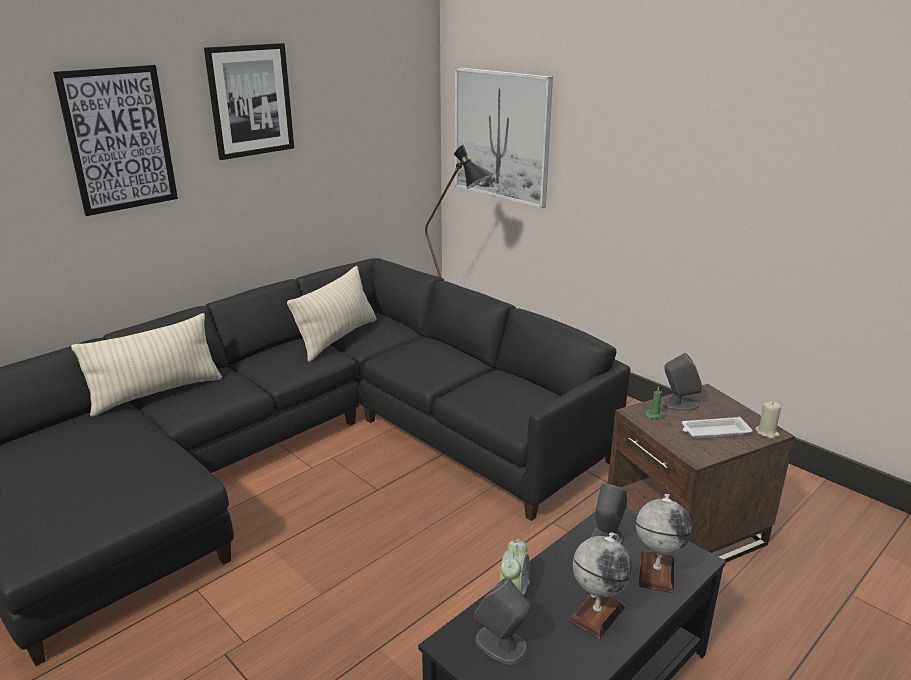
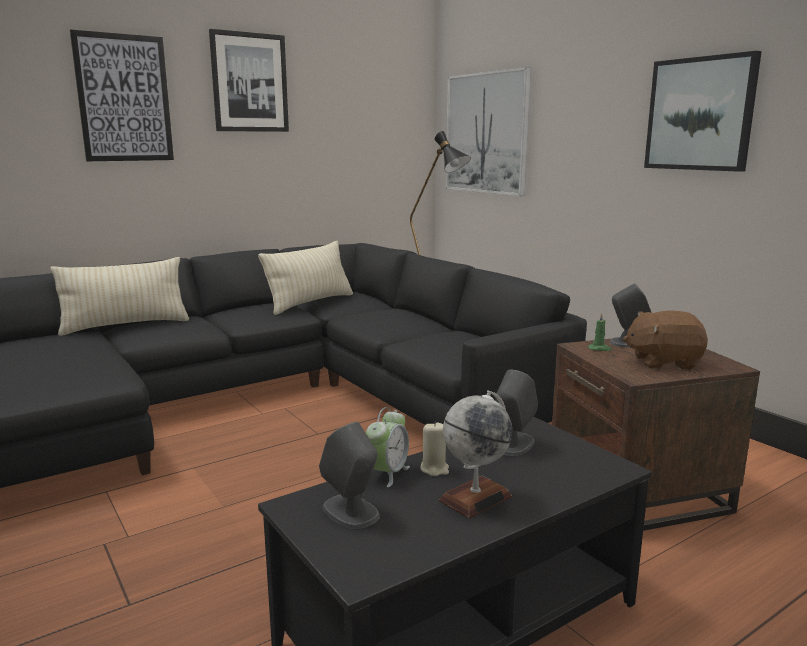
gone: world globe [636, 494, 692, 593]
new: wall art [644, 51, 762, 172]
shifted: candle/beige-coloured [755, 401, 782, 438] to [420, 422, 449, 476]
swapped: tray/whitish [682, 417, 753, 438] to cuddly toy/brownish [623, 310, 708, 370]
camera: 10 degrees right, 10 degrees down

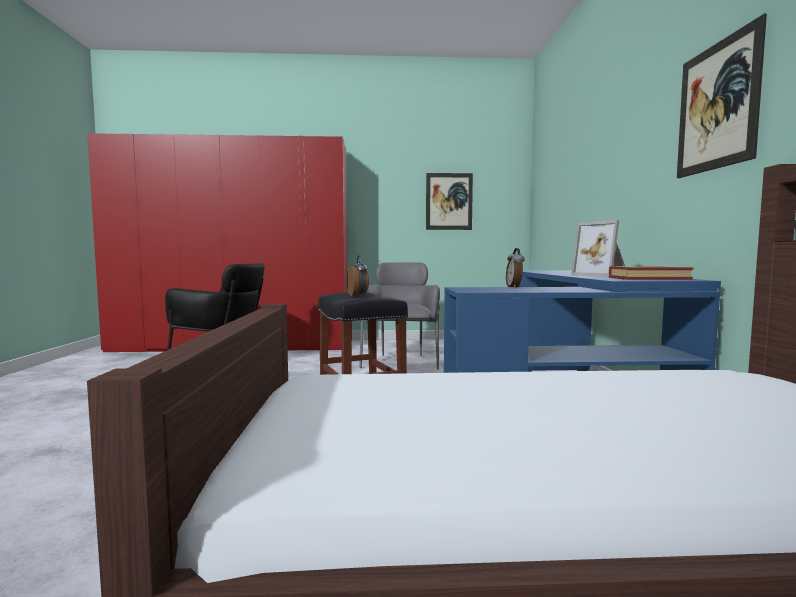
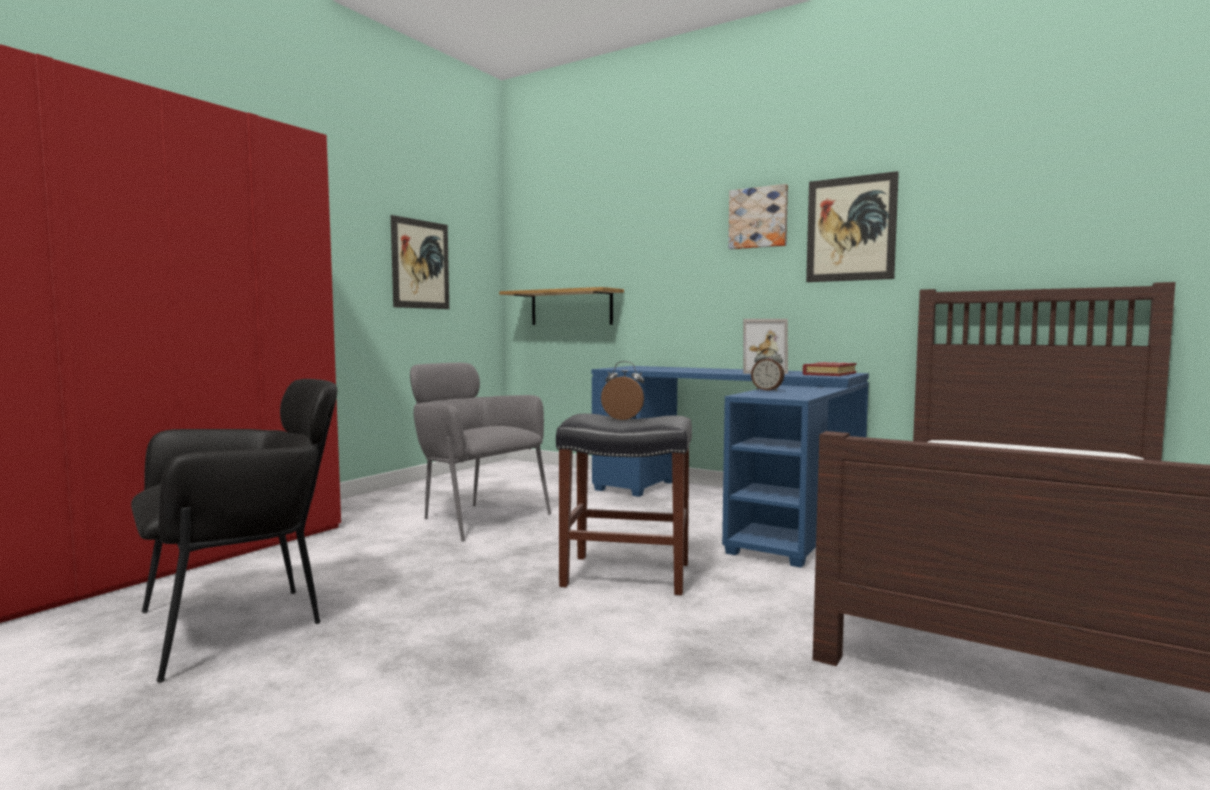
new: wall shelf [499, 287, 624, 325]; wall art [728, 184, 788, 249]
camera: 55 degrees left, 0 degrees up

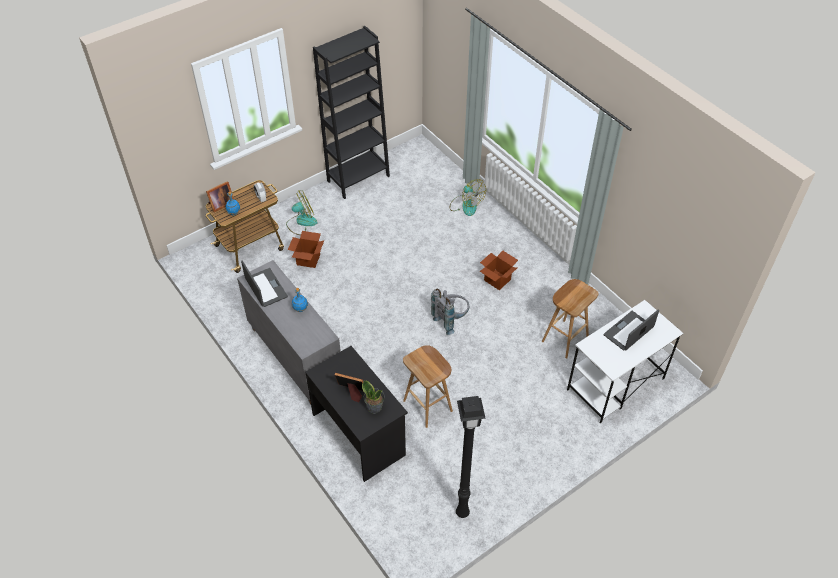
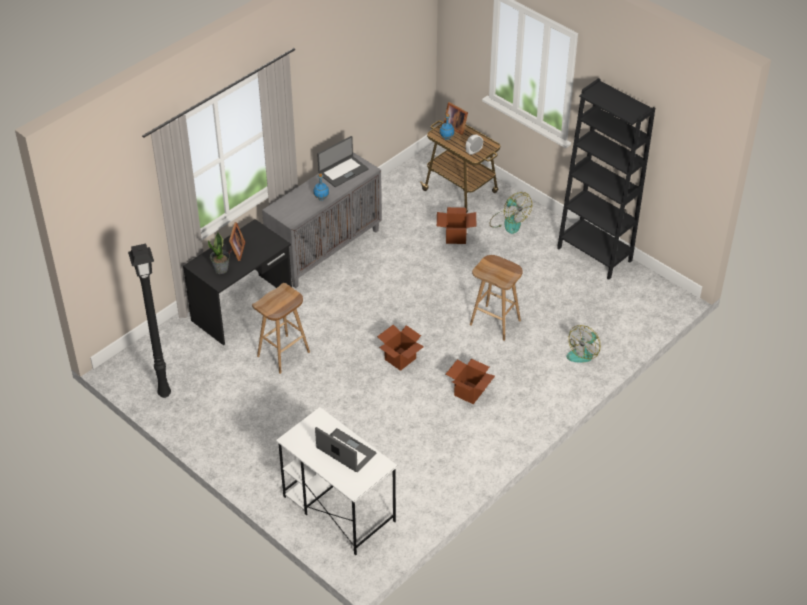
shifted: sitting stool/brownish [542, 279, 599, 358] to [470, 255, 523, 341]
swapped: knapsack/grey [431, 288, 469, 335] to cardboard box [377, 325, 424, 371]
camera: 80 degrees right, 5 degrees down

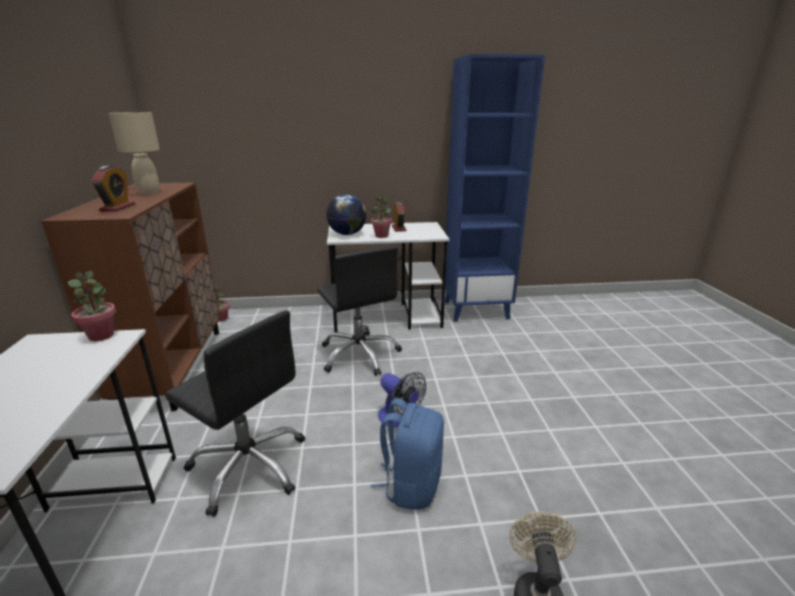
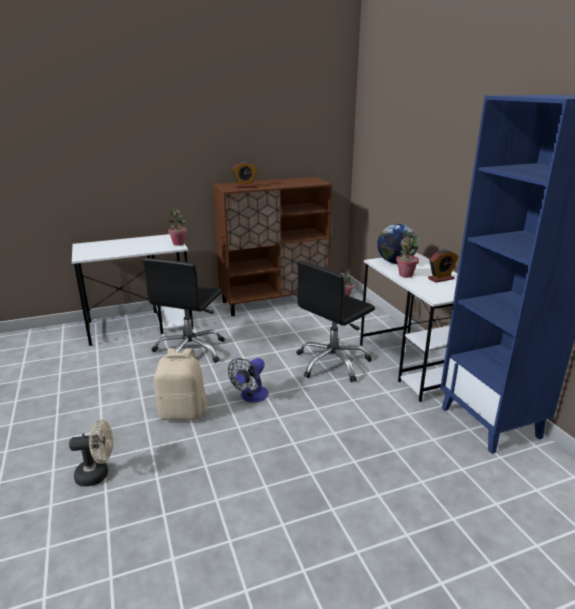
gone: table lamp/beige-coloured [109, 112, 160, 195]
repainted: knapsack/blue [371, 398, 444, 510] to knapsack/beige-coloured [154, 348, 207, 420]
camera: 75 degrees right, 0 degrees up

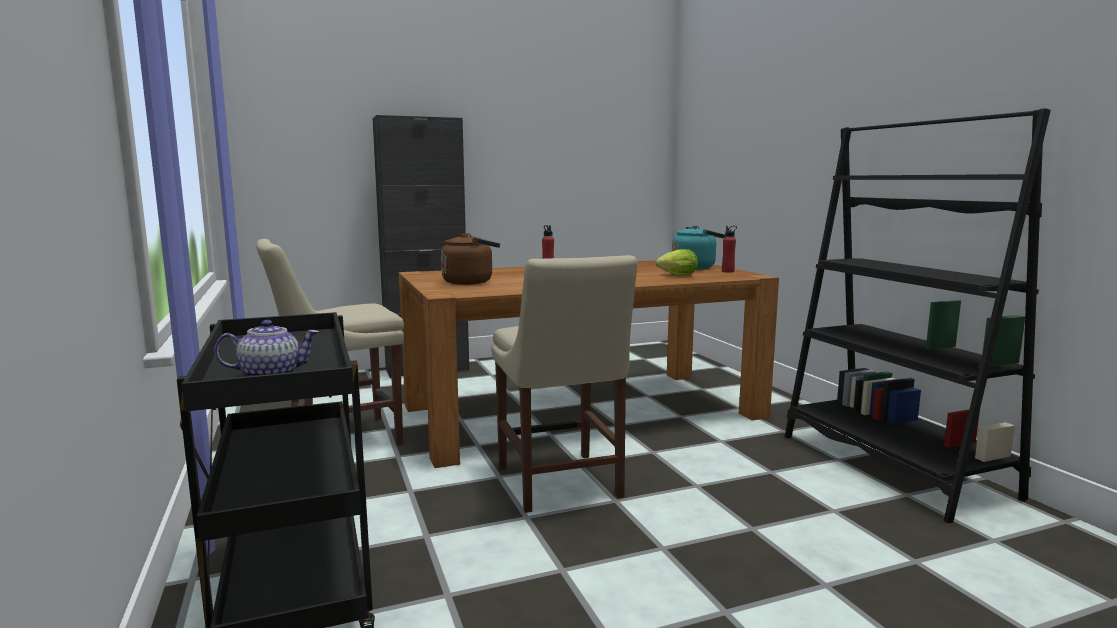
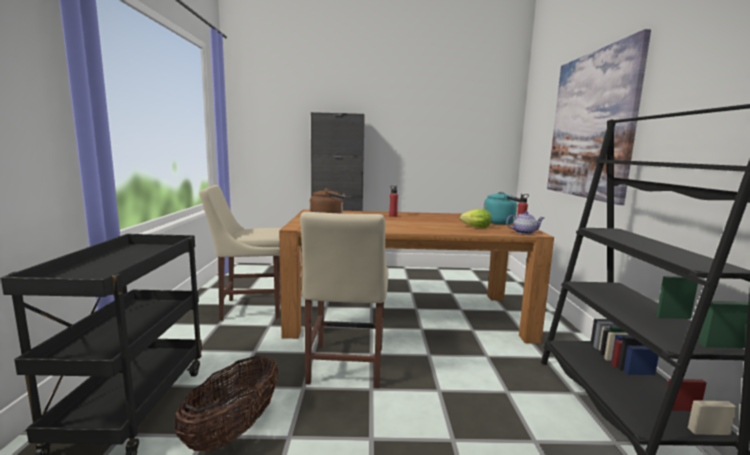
new: basket [174, 356, 278, 451]; wall art [547, 29, 651, 205]
shifted: teapot [214, 320, 319, 376] to [506, 211, 544, 235]
camera: 20 degrees right, 0 degrees up

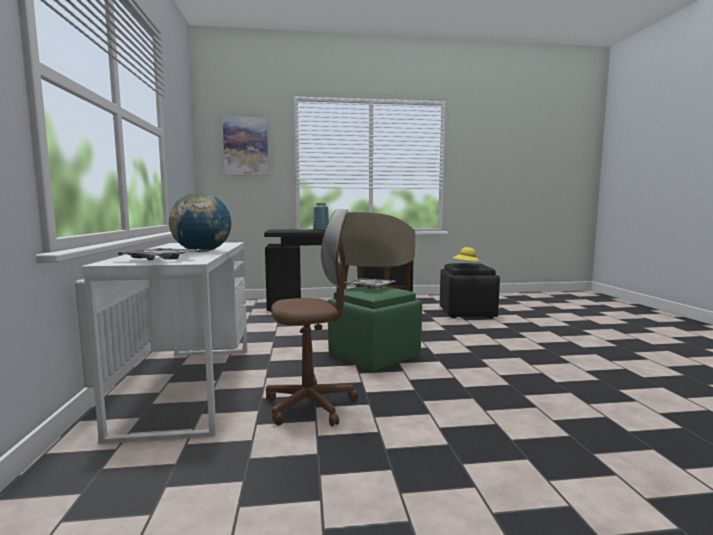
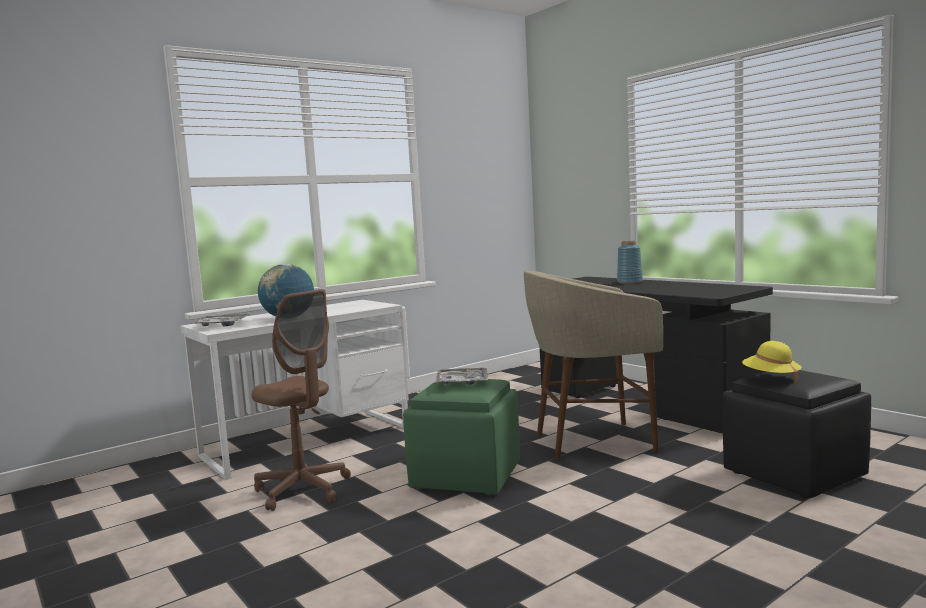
gone: wall art [222, 116, 268, 176]
camera: 60 degrees right, 0 degrees up

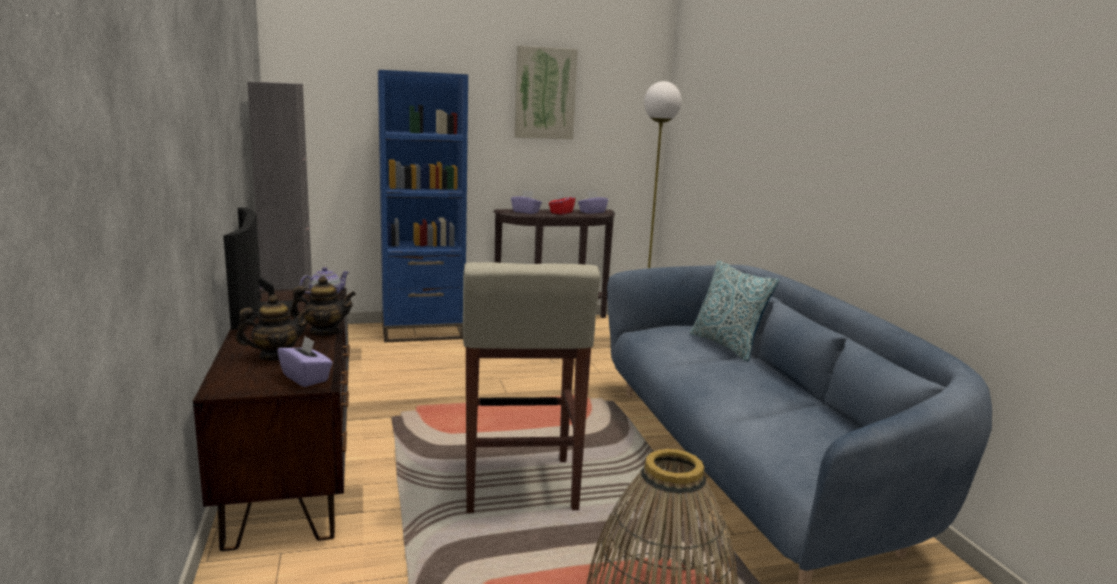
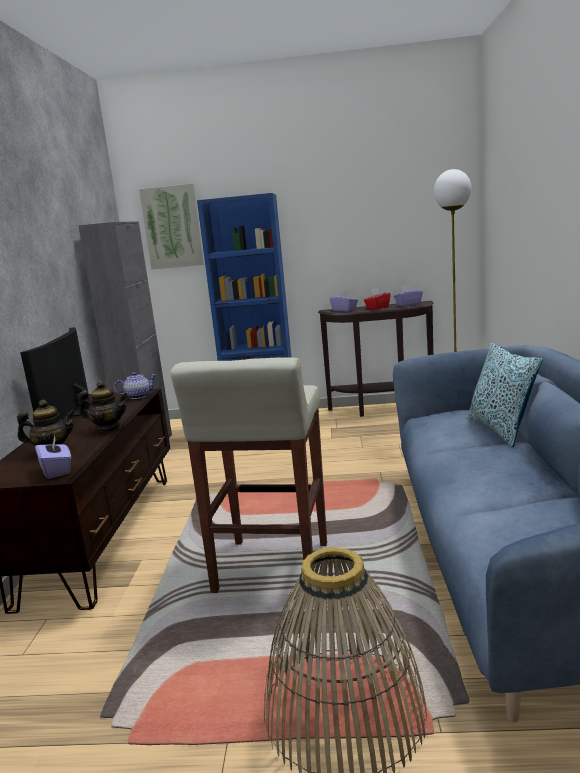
shifted: wall art [514, 46, 578, 139] to [139, 183, 204, 269]
camera: 20 degrees right, 0 degrees up

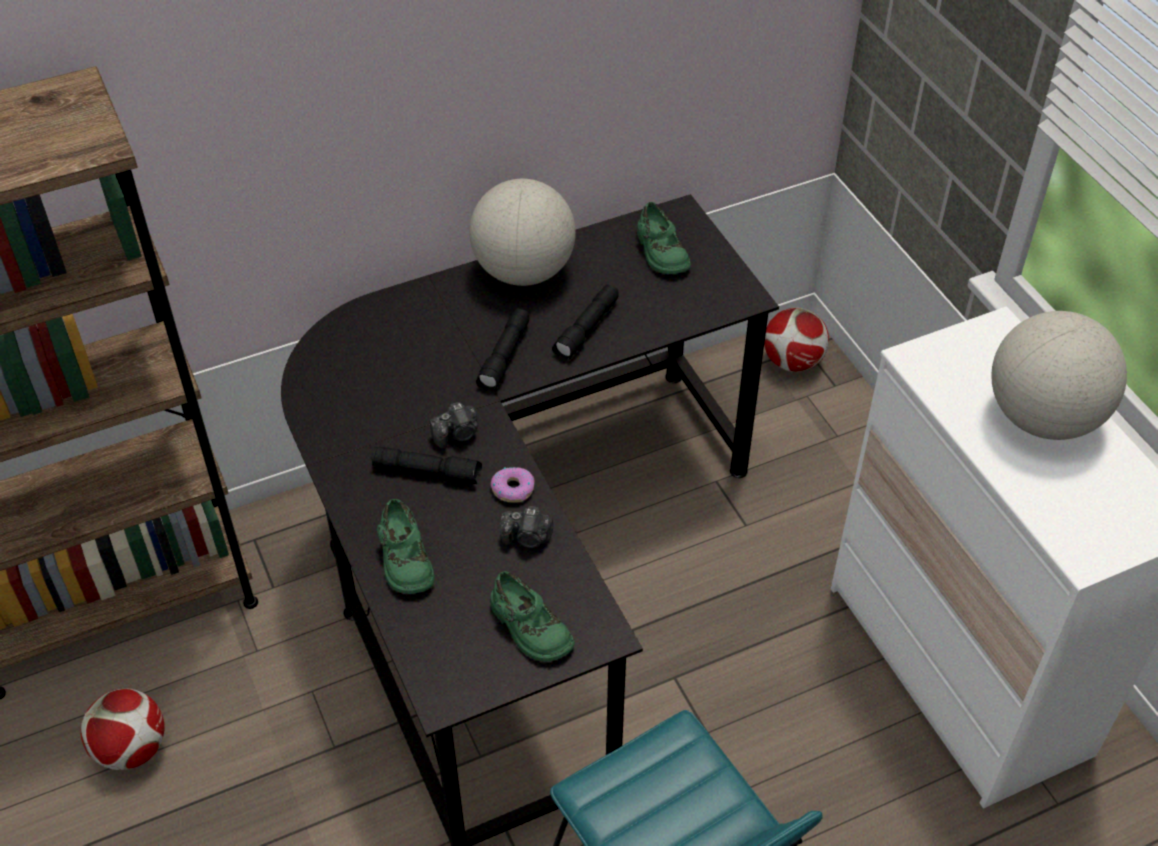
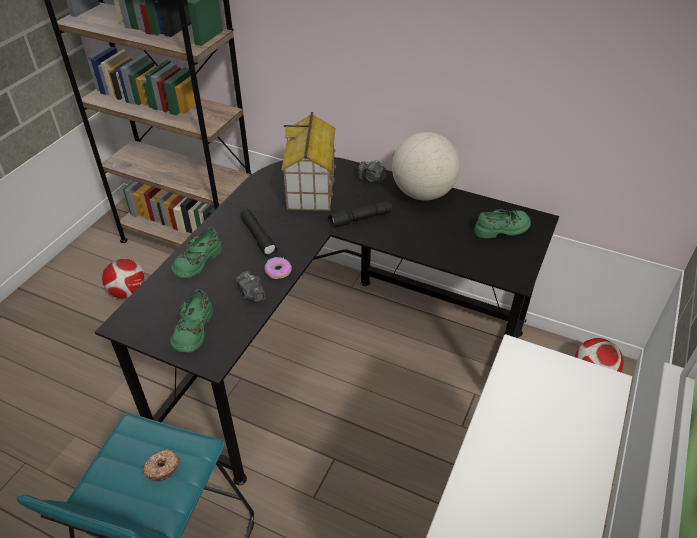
gone: flashlight/black-coloured [552, 284, 618, 359]; world globe [991, 311, 1127, 440]
new: donut [143, 449, 179, 481]; miniature house [281, 112, 336, 211]
shifted: photo camera [429, 402, 478, 448] to [358, 160, 386, 182]
rotated: shoe/greenish [637, 202, 691, 274] = [474, 210, 531, 238] 135 degrees counterclockwise
camera: 50 degrees right, 5 degrees down

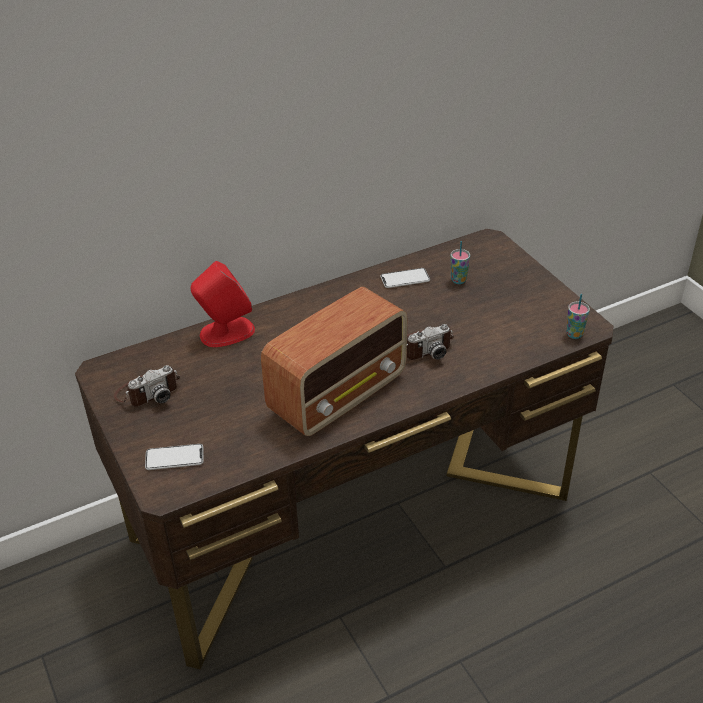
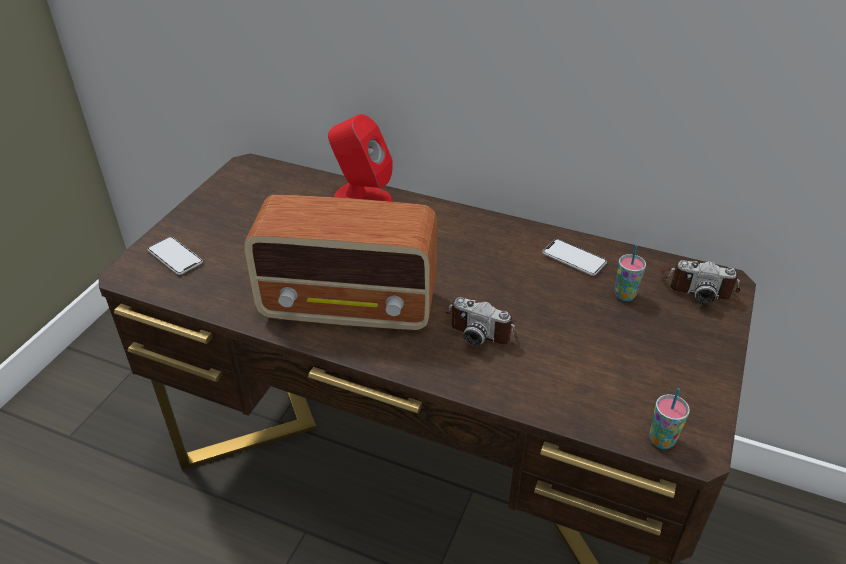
shifted: photo camera [114, 365, 180, 407] to [659, 260, 740, 304]
camera: 50 degrees right, 0 degrees up

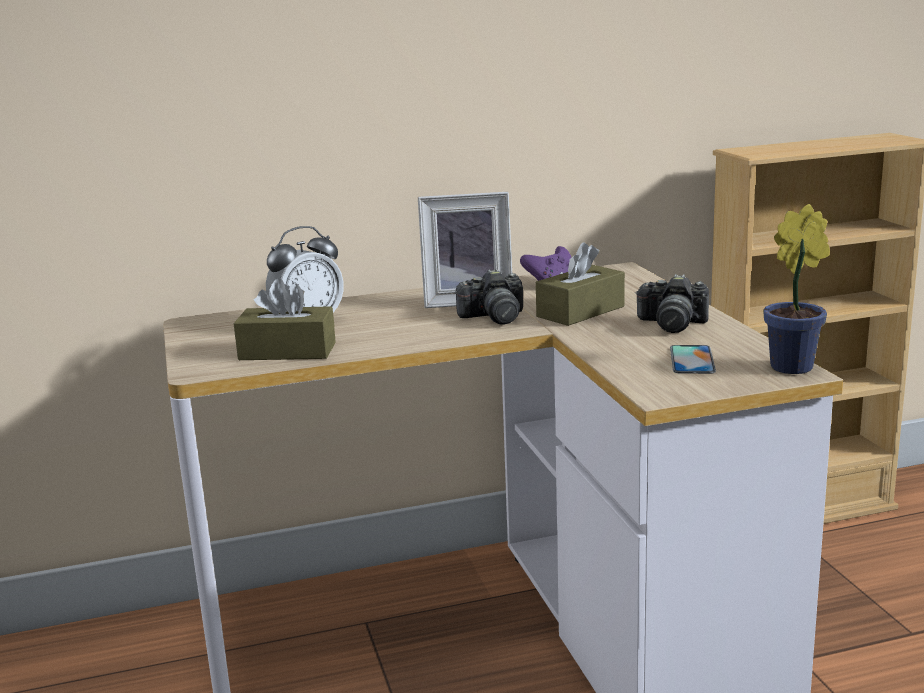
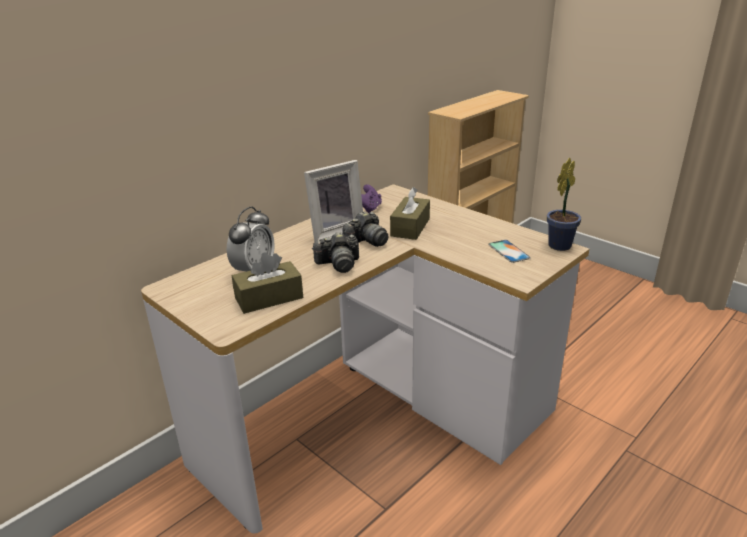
shifted: photo camera [635, 274, 709, 333] to [313, 232, 359, 273]
camera: 30 degrees left, 10 degrees up

